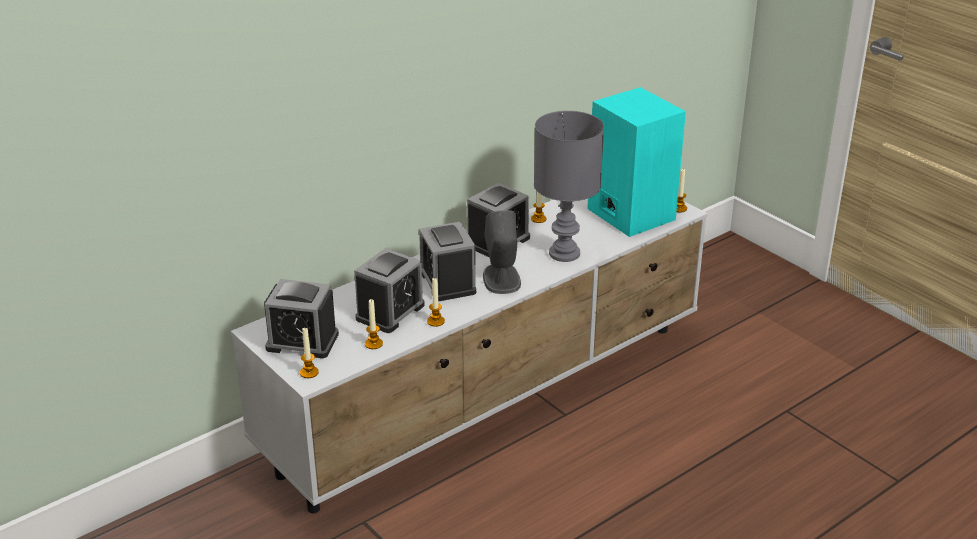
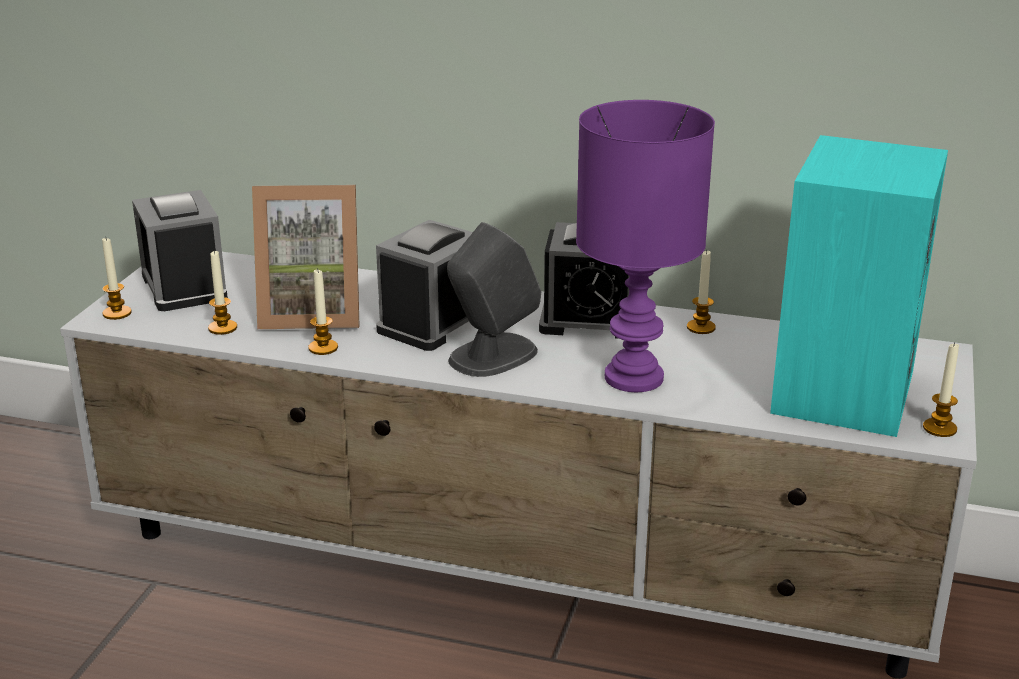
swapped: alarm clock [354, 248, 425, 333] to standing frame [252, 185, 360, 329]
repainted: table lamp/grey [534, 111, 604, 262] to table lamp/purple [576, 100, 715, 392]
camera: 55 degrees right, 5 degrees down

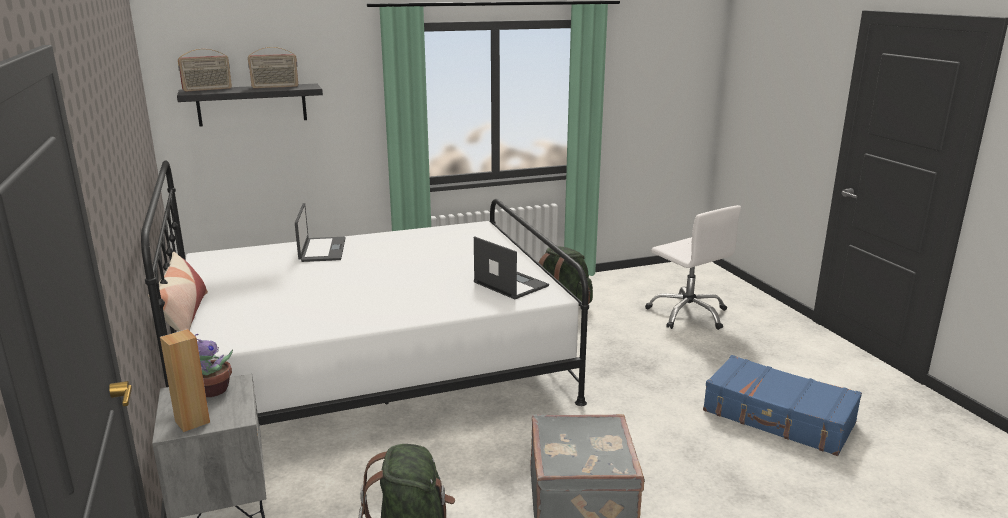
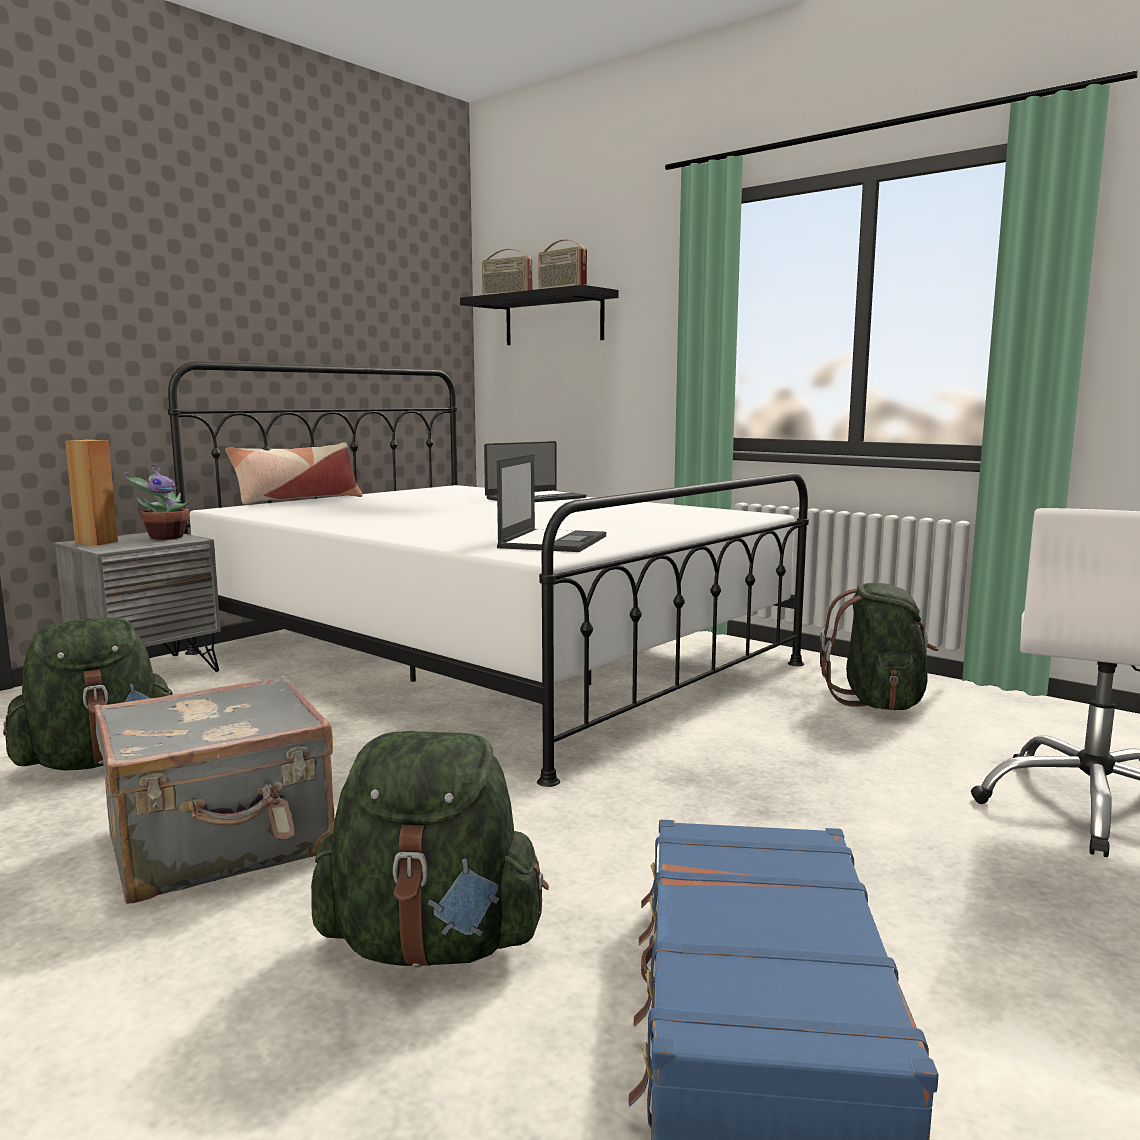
new: knapsack/greenish [311, 731, 549, 968]
camera: 60 degrees right, 10 degrees down

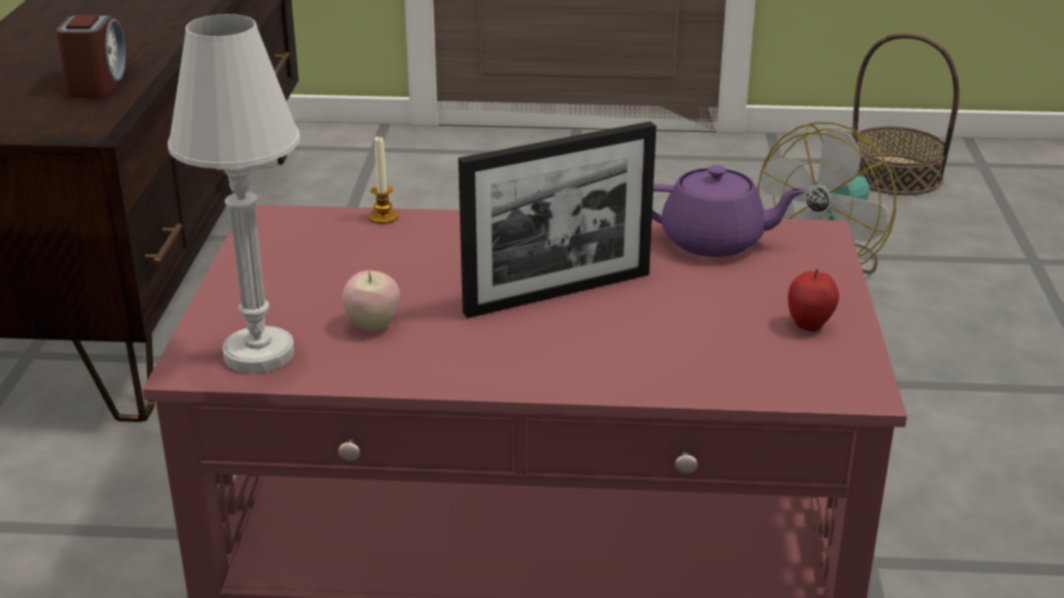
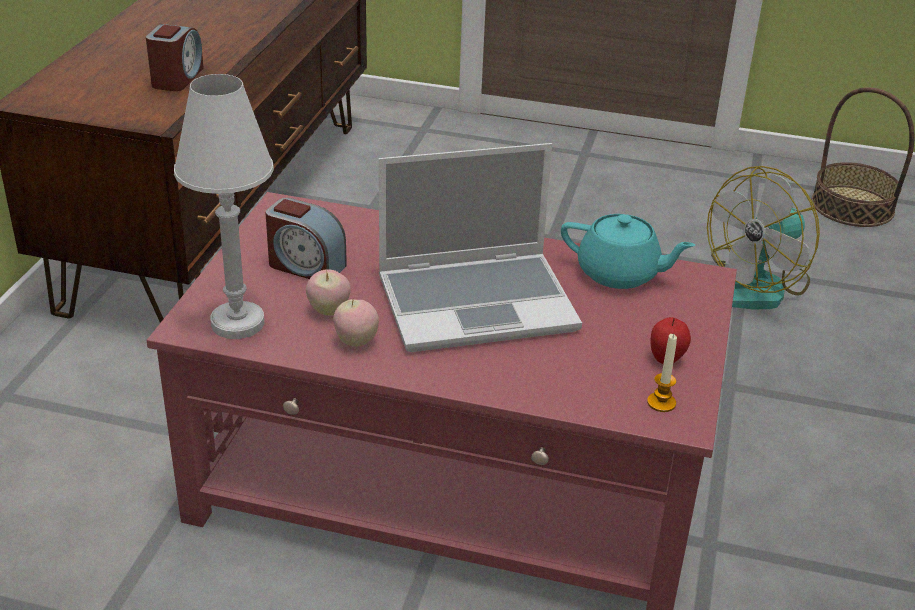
new: alarm clock [265, 198, 347, 279]; apple fruit [333, 299, 379, 347]
shifted: candle [369, 137, 398, 224] to [647, 334, 677, 412]
swapped: standing frame [458, 121, 656, 318] to laptop [379, 143, 582, 352]
repainted: teapot/purple [652, 165, 807, 257] to teapot/turquoise [561, 214, 695, 289]
camera: 10 degrees right, 5 degrees up

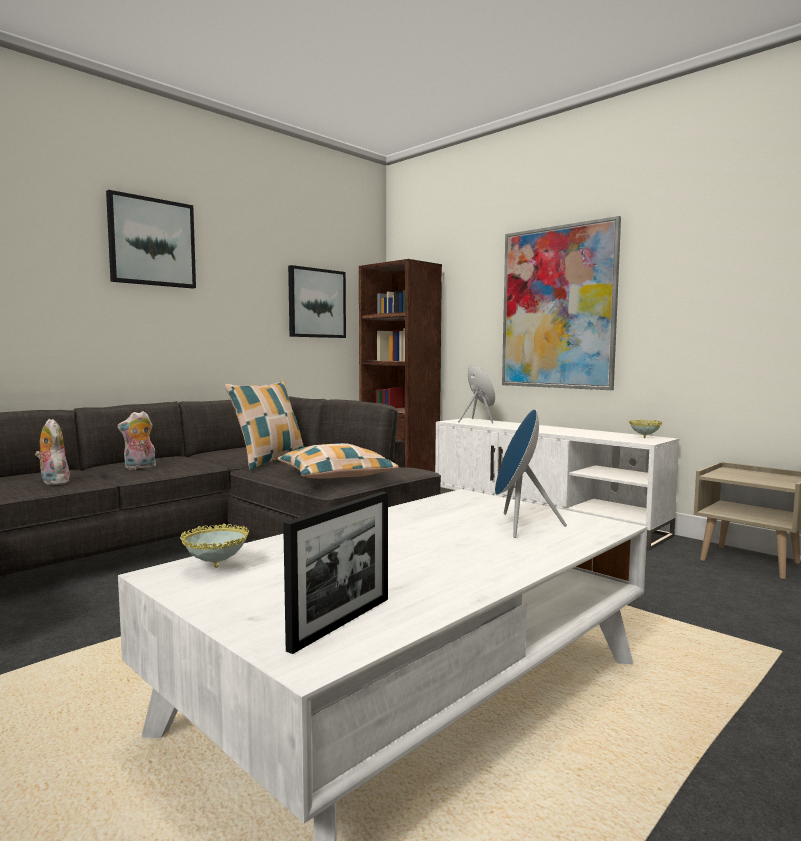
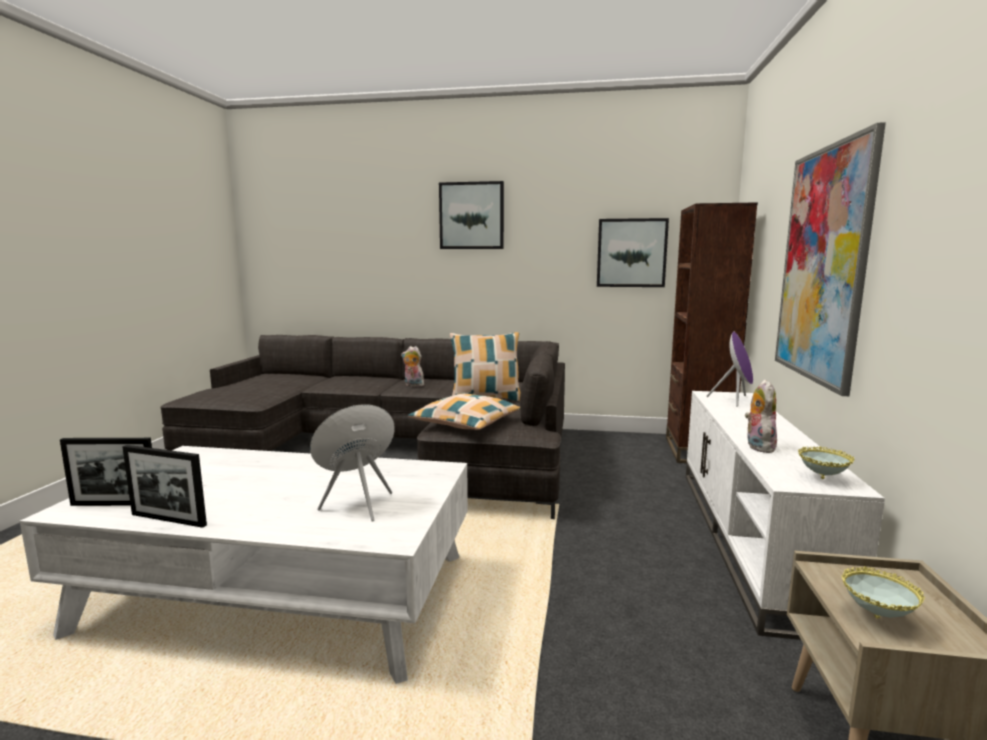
new: standing frame [122, 445, 207, 528]
shifted: cuddly toy [35, 419, 70, 485] to [745, 380, 777, 453]; deep dish [180, 523, 249, 568] to [842, 566, 925, 619]
camera: 55 degrees right, 5 degrees up

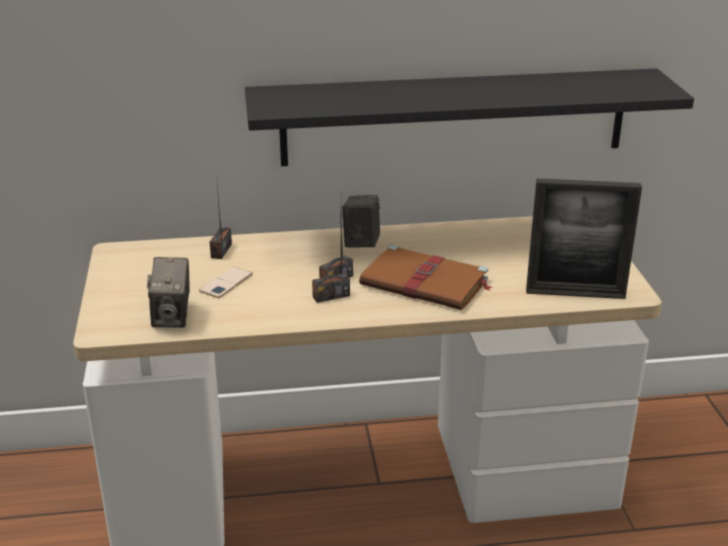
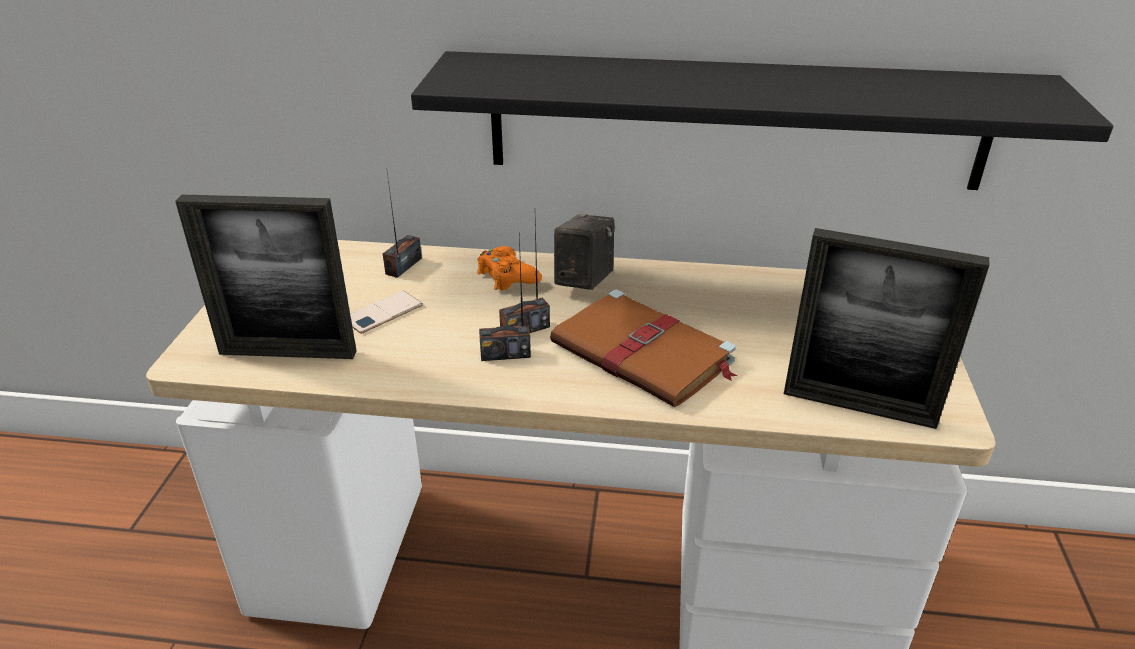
new: game controller/orange-coloured [477, 246, 542, 291]
swapped: photo camera [147, 257, 190, 328] to standing frame [175, 194, 356, 359]
camera: 15 degrees right, 5 degrees up

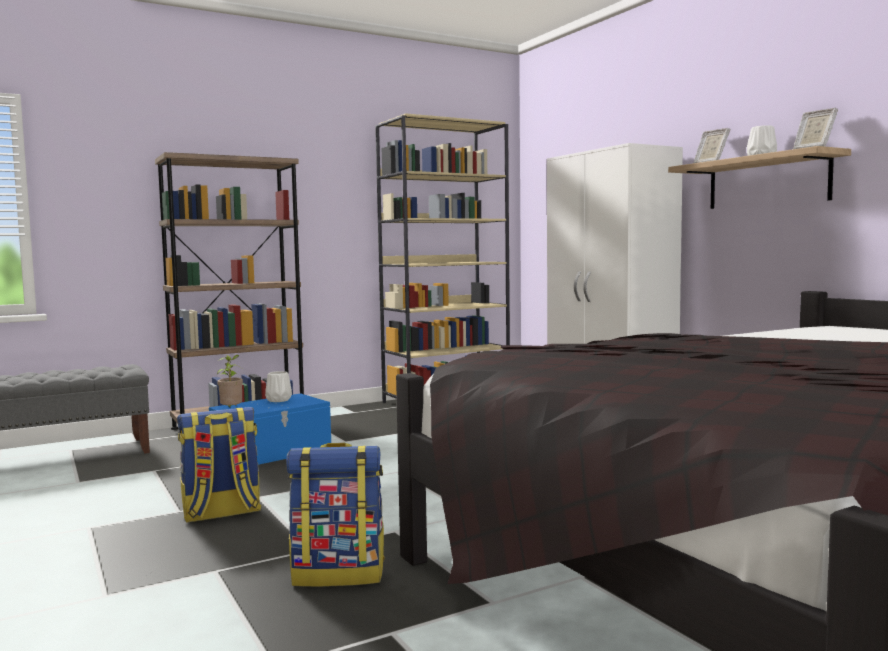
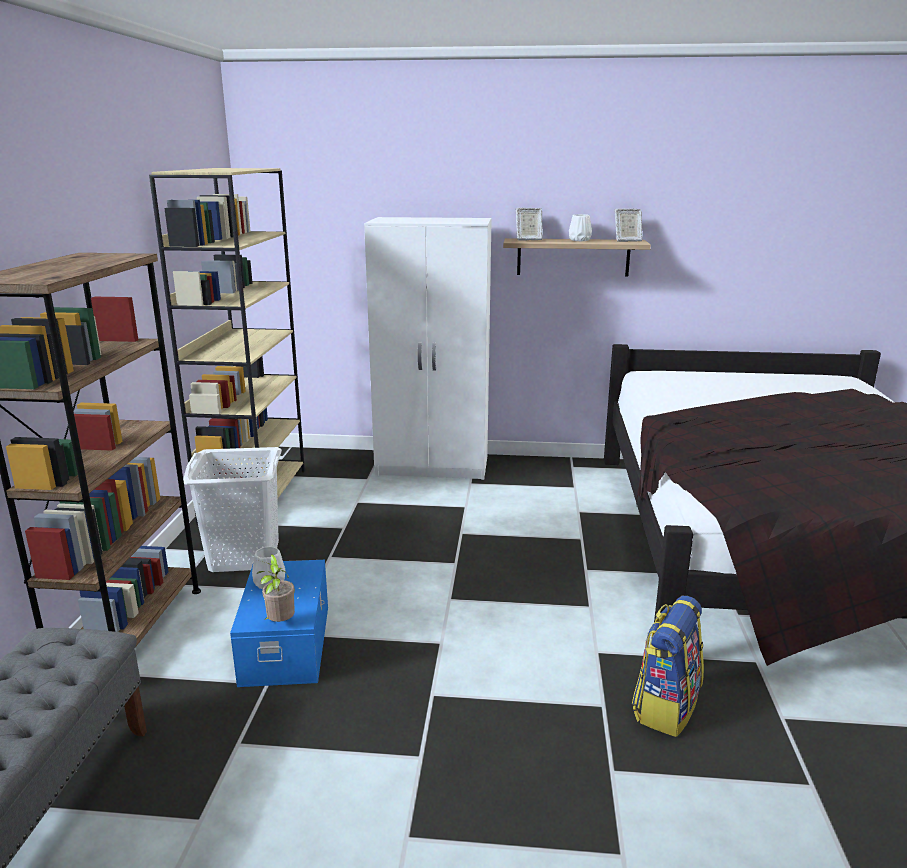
gone: knapsack [177, 407, 261, 523]
new: hamper/whitish [183, 447, 282, 572]
camera: 55 degrees left, 15 degrees up

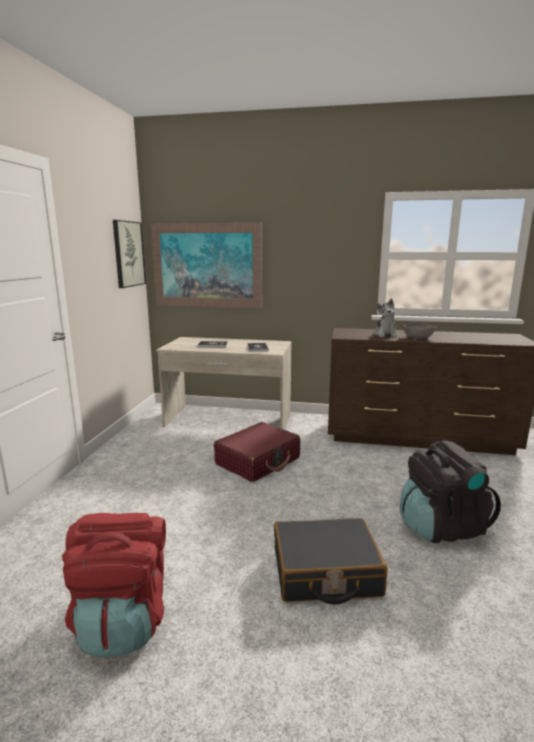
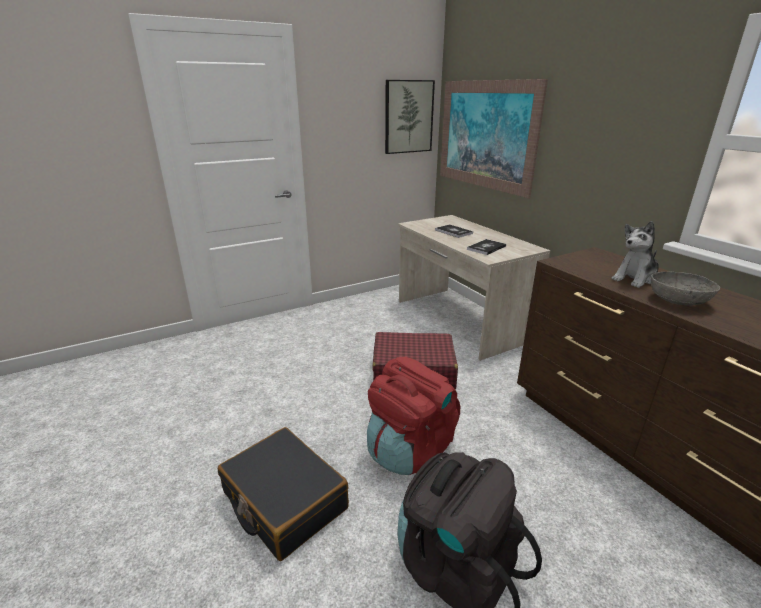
shifted: knapsack/reddish [62, 513, 166, 657] to [367, 357, 460, 475]
camera: 50 degrees right, 10 degrees up

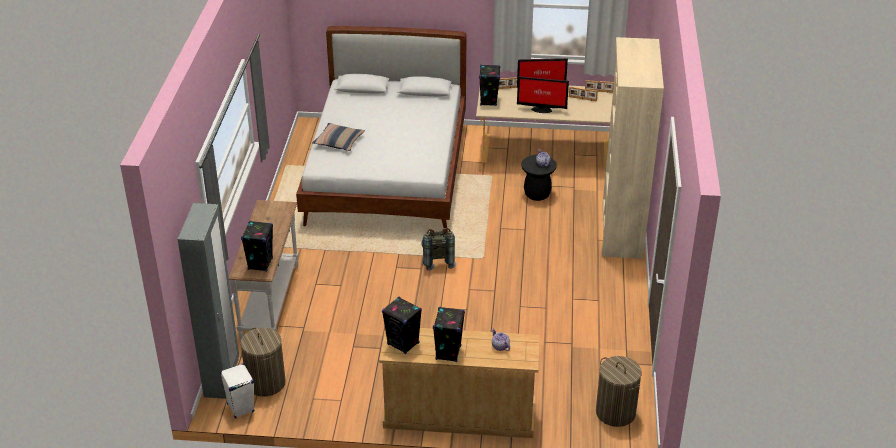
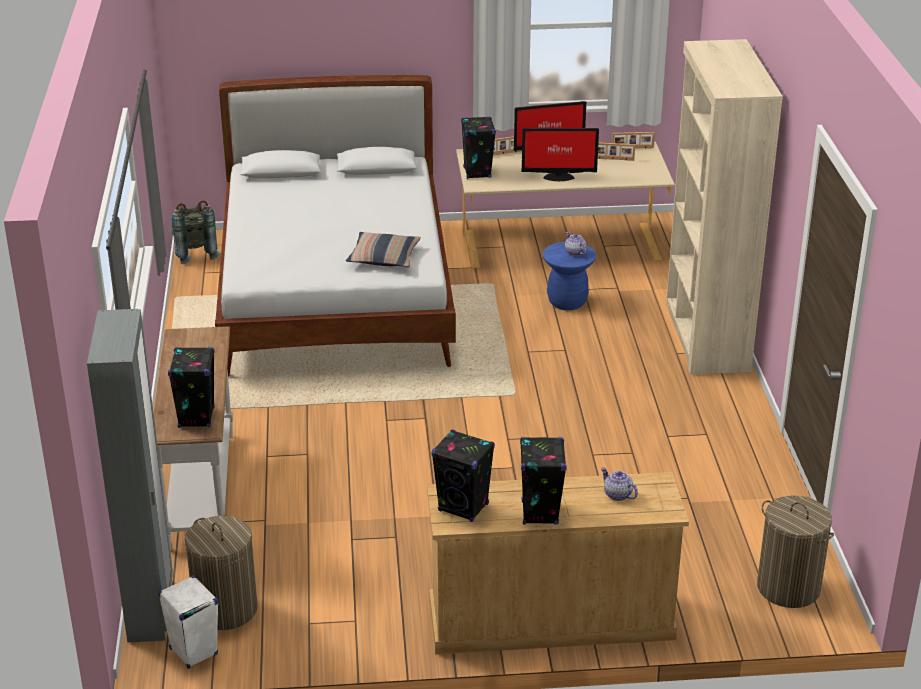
shifted: throw pillow [312, 123, 365, 151] to [346, 232, 421, 267]; knapsack/grey [422, 228, 456, 271] to [171, 200, 220, 264]
repainted: sitting stool/black-coloured [521, 155, 557, 201] to sitting stool/blue [543, 242, 596, 310]
camera: 10 degrees left, 5 degrees down

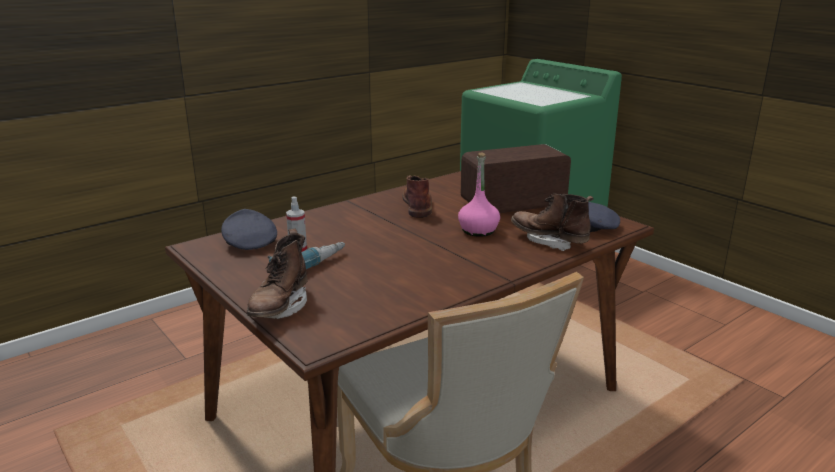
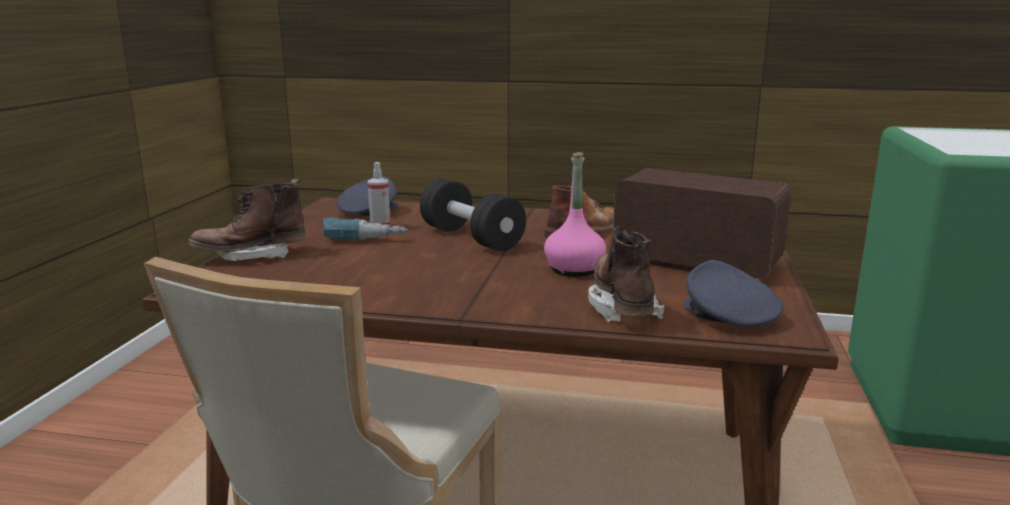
new: hand weight/black-coloured [420, 179, 526, 251]
camera: 50 degrees right, 5 degrees down

